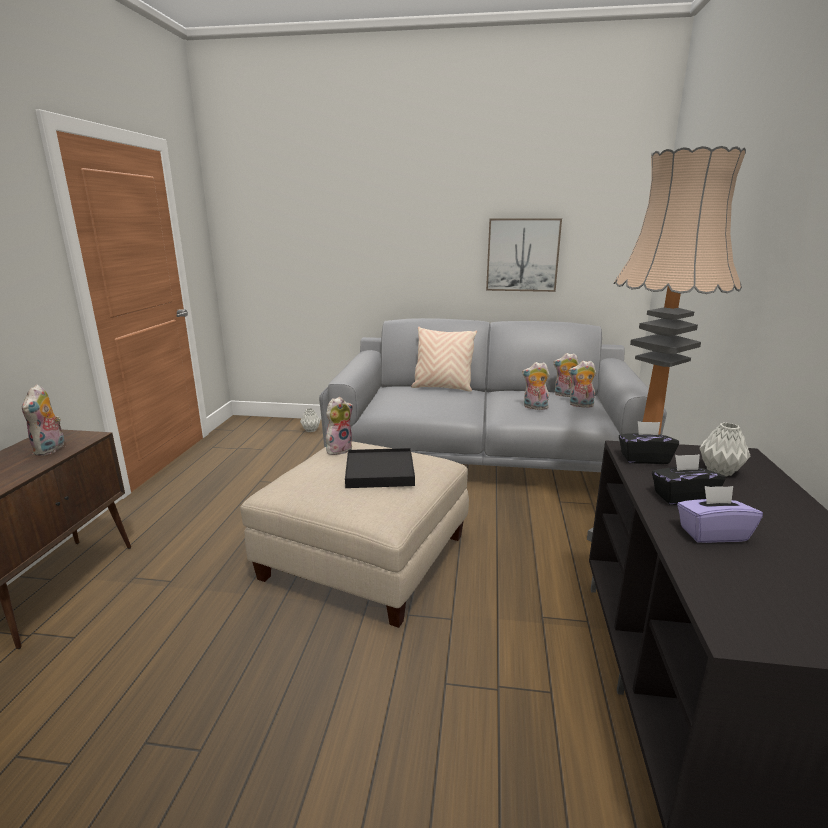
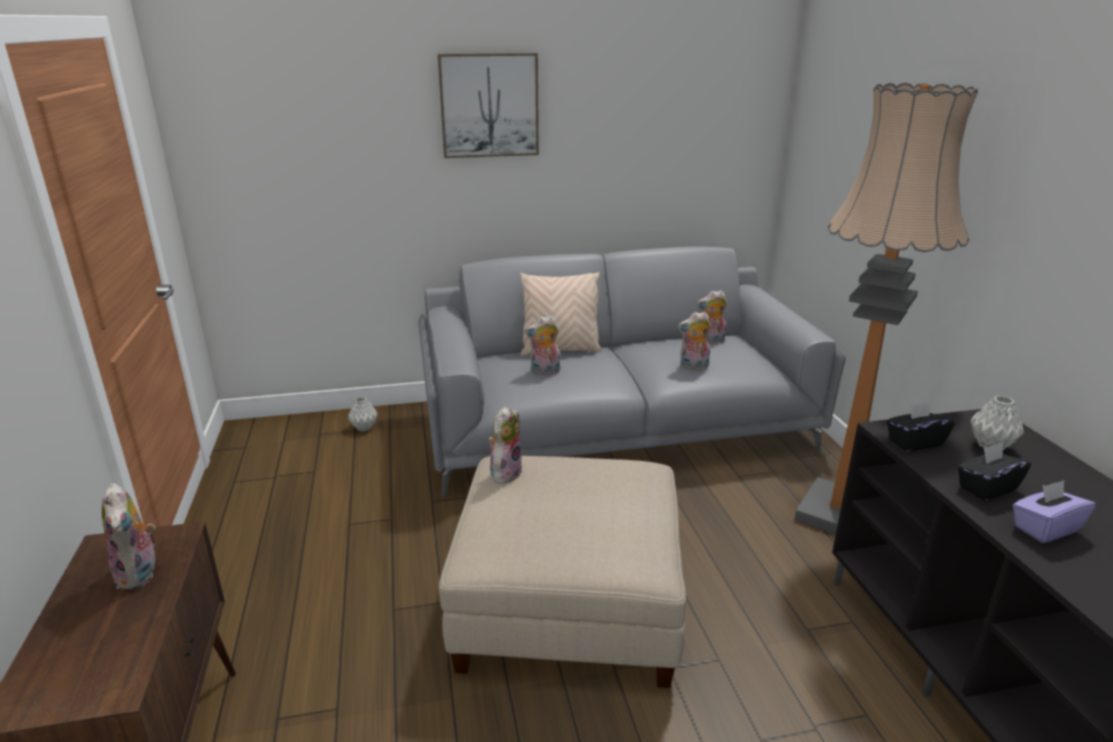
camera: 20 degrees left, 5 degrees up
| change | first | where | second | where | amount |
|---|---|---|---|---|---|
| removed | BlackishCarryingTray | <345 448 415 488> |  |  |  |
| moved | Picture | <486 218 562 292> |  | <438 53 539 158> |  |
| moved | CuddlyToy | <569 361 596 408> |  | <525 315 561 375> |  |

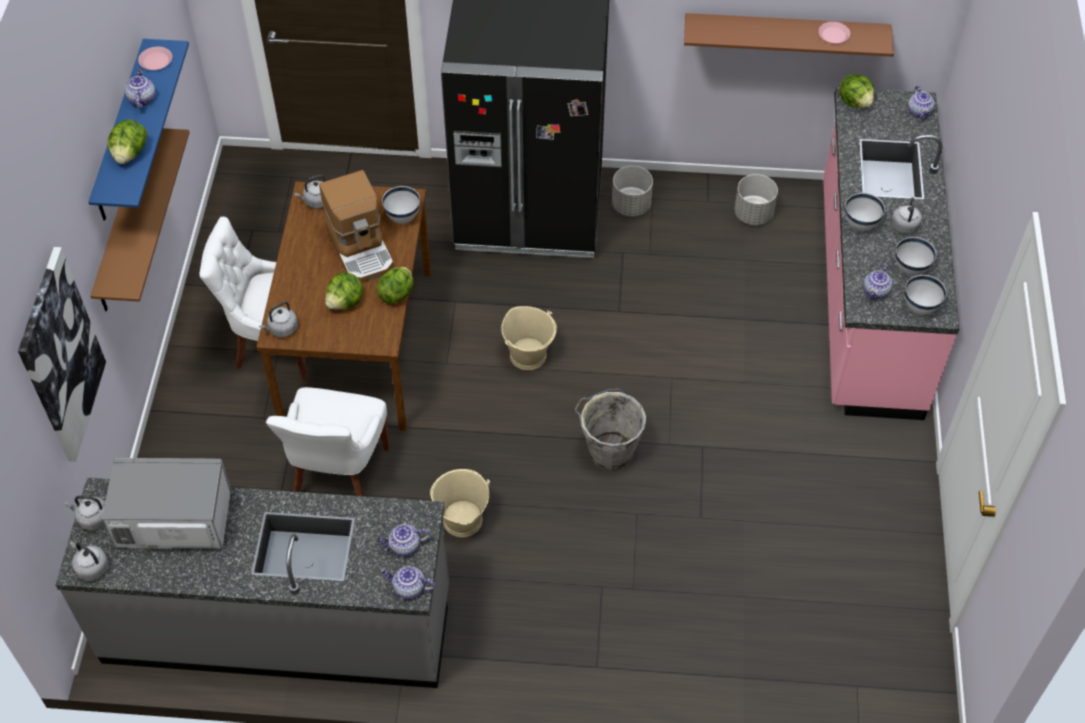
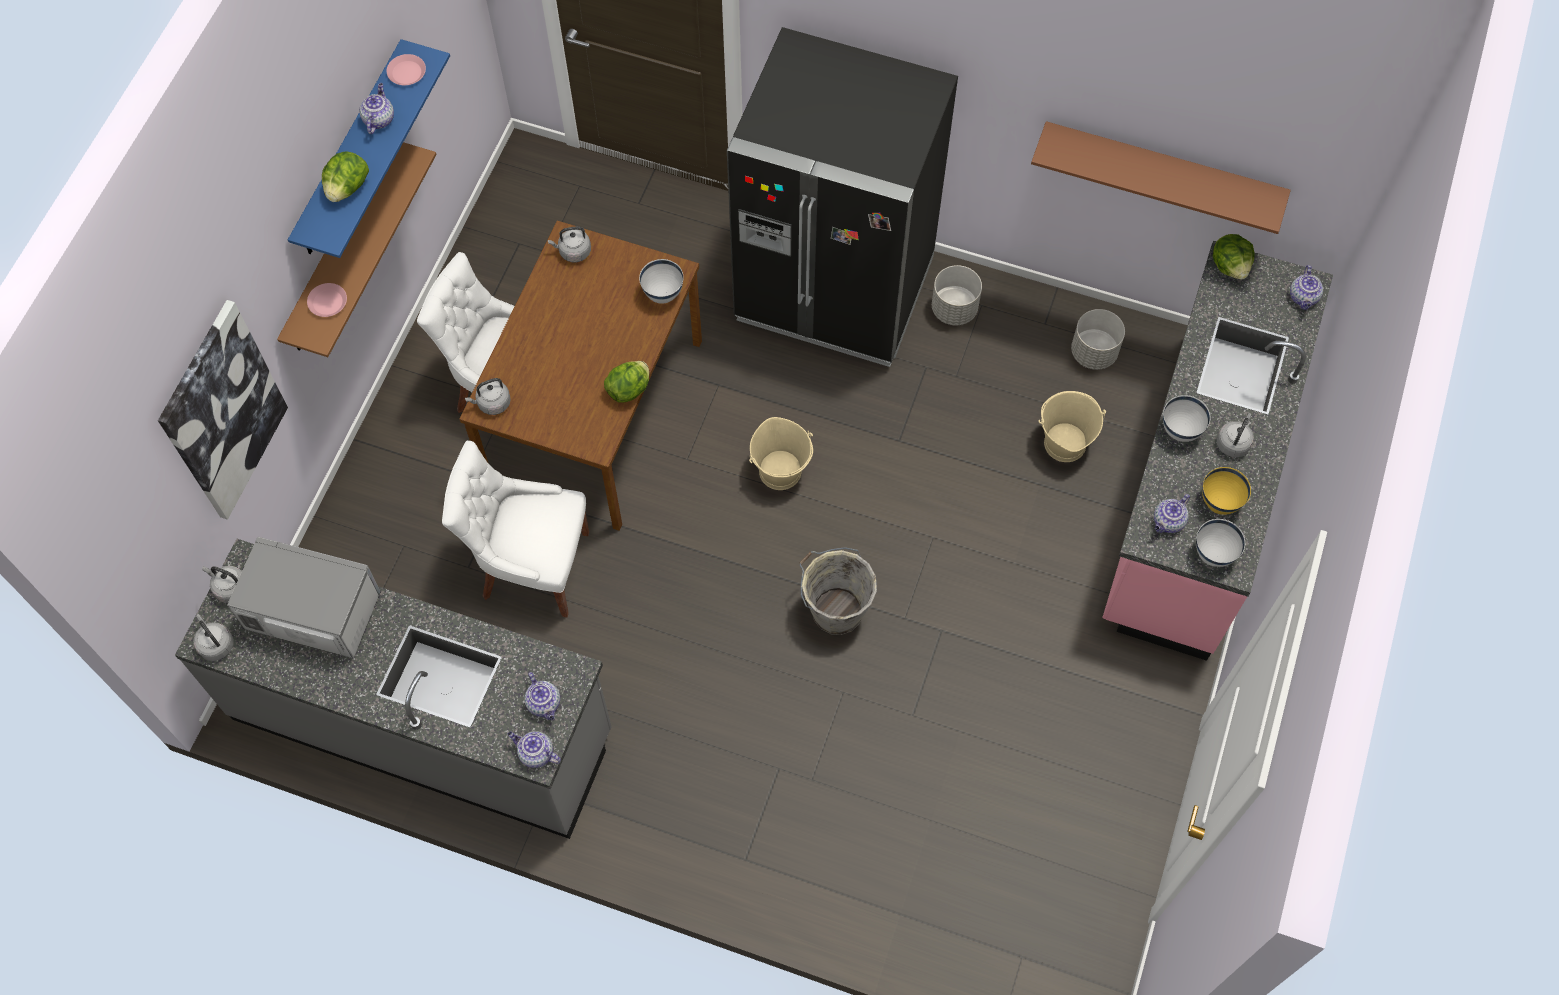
camera: 15 degrees right, 10 degrees up
| change | first | where | second | where | amount |
|---|---|---|---|---|---|
| turned | WhiteColouredUprightChair | <266 387 390 496> |  | <442 440 589 617> | 75 degrees clockwise |
| removed | CoffeeBrewer | <319 170 394 283> |  |  |  |
| removed | Lettuce | <325 273 363 309> |  |  |  |
| turned | PotForTea | <377 524 430 557> |  | <524 672 560 720> | 120 degrees counterclockwise |
| moved | SandColouredBucket | <430 469 490 537> |  | <1038 391 1106 462> |  |
| moved | PinkDinnerPlate | <819 22 850 44> |  | <307 283 347 317> |  |
| recoloured | WhiteColouredServingBowl | <896 237 936 276> | YellowColouredServingBowl | <1202 467 1251 515> |  |

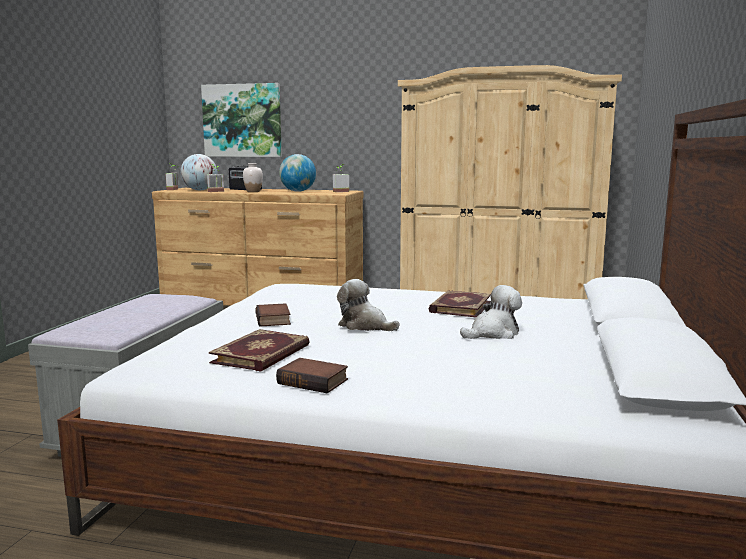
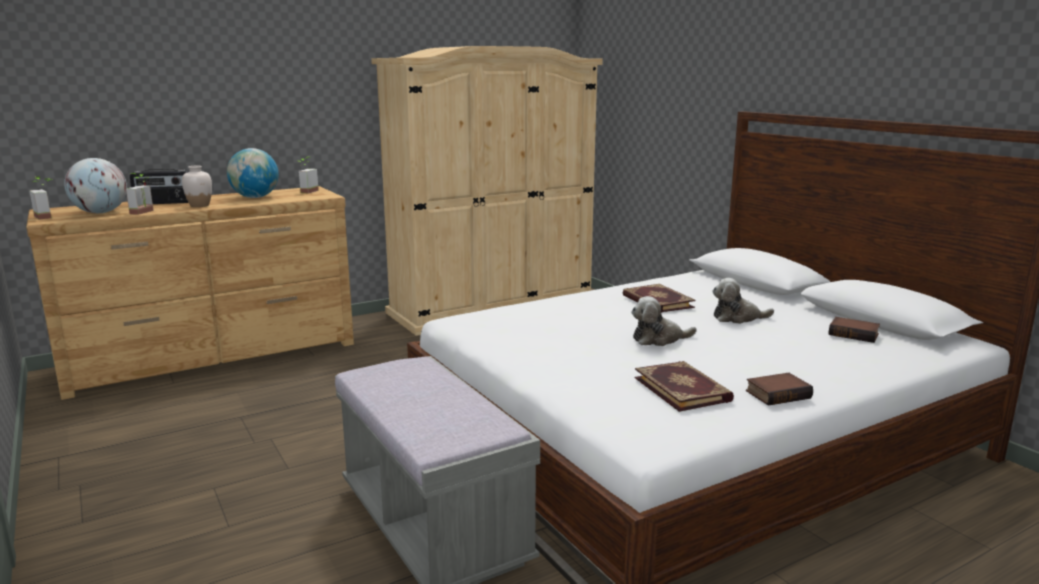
camera: 45 degrees left, 5 degrees up
| change | first | where | second | where | amount |
|---|---|---|---|---|---|
| removed | Picture | <201 83 282 157> |  |  |  |
| moved | BoundBook | <255 303 291 327> |  | <829 317 880 343> |  |
| turned | CuddlyToy | <460 285 522 339> |  | <712 278 774 324> | 105 degrees counterclockwise |

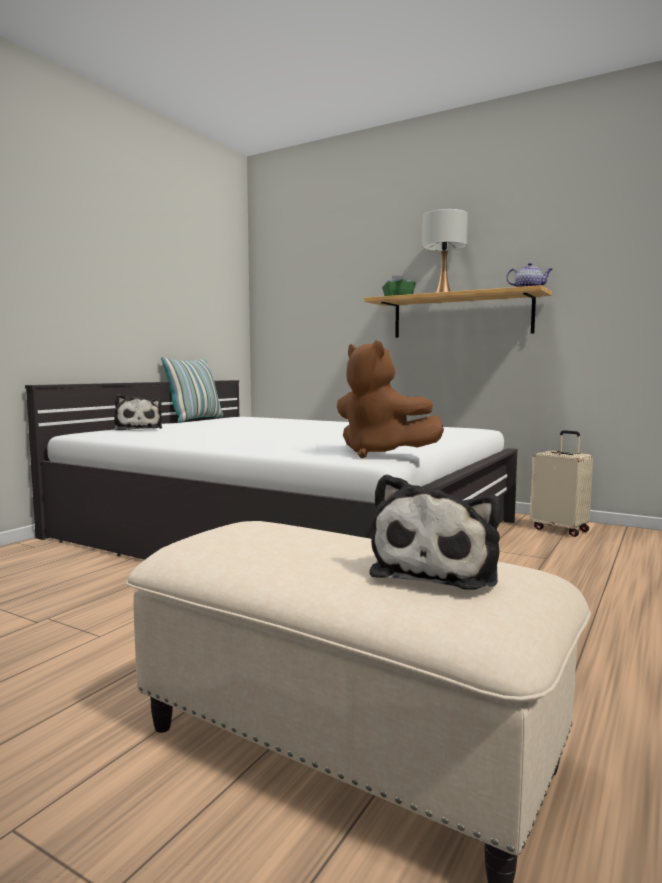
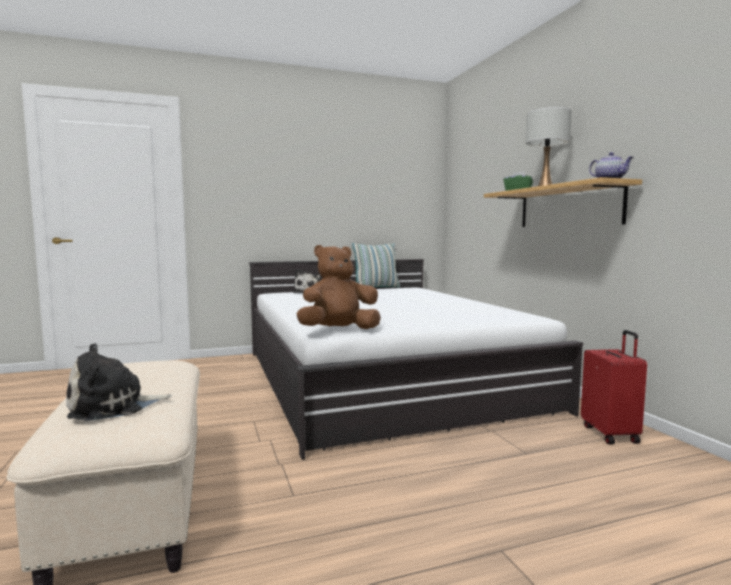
camera: 40 degrees right, 0 degrees up
| change | first | where | second | where | amount |
|---|---|---|---|---|---|
| turned | BrownColouredCuddlyToy | <337 340 444 458> |  | <296 245 381 329> | 75 degrees clockwise |
| recoloured | SandColouredPieceOfLuggage | <530 430 593 537> | RedColouredPieceOfLuggage | <581 330 647 444> |  |

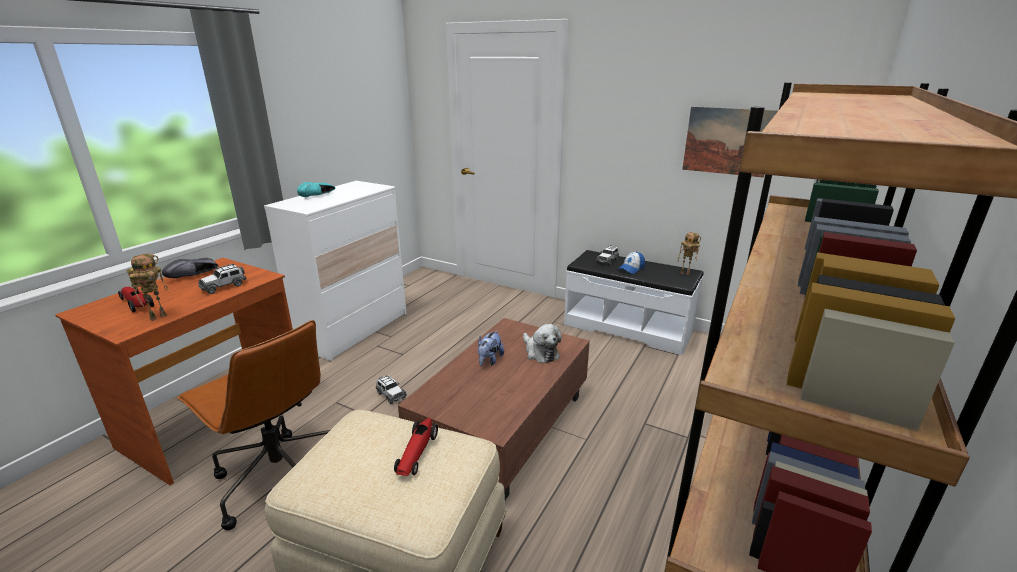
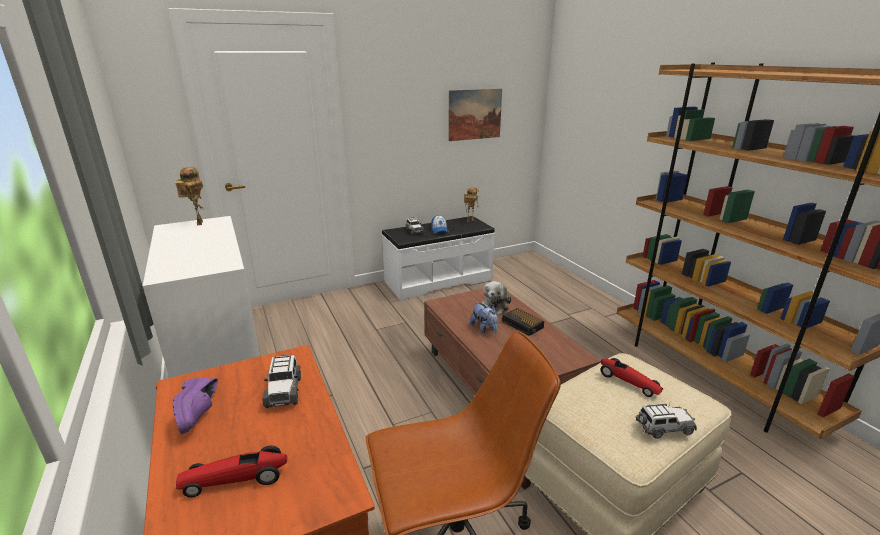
camera: 55 degrees left, 0 degrees up
| change | first | where | second | where | amount |
|---|---|---|---|---|---|
| moved | ModelRobot | <127 254 169 321> |  | <175 167 204 225> |  |
| recoloured | BlackishLowShoe | <162 258 218 278> | PurplishLowShoe | <172 378 218 434> |  |
| removed | TurquoiseColouredLowShoe | <297 182 335 197> |  |  |  |
| moved | MiniatureCar | <376 375 407 404> |  | <636 403 697 439> |  |
| turned | CuddlyToy | <523 324 562 363> |  | <481 281 512 315> | 105 degrees clockwise |
| added |  |  | TableClock | <502 308 544 336> |  |

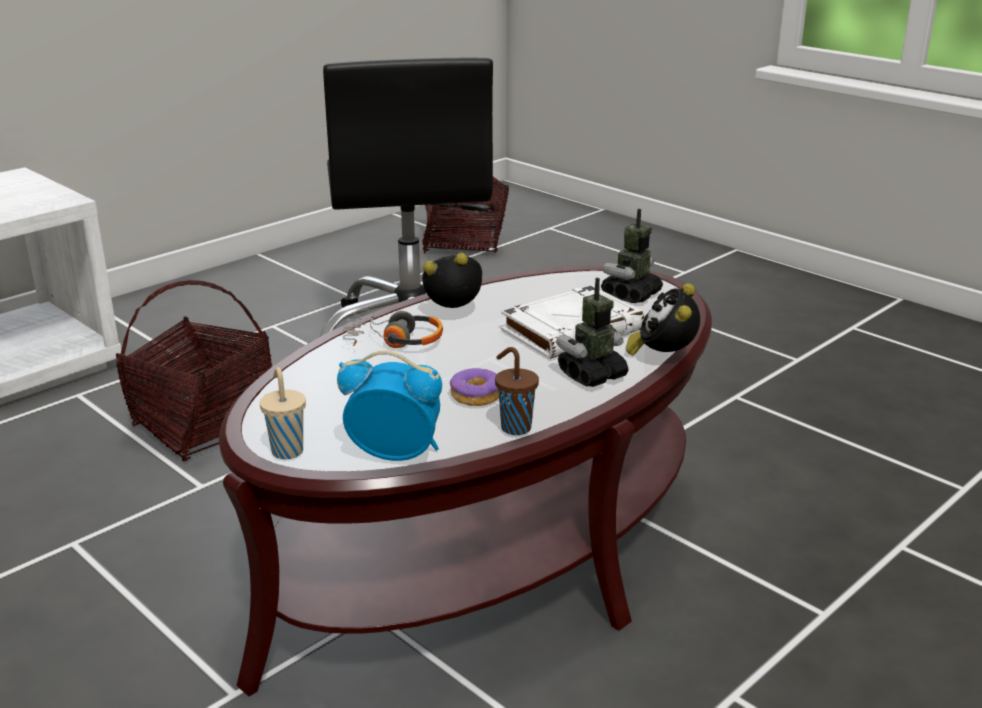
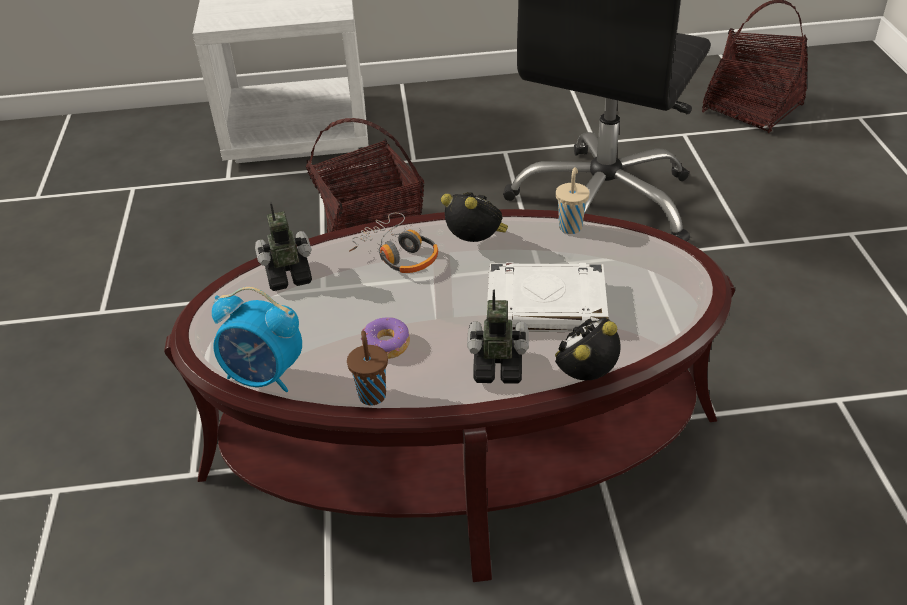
camera: 40 degrees right, 15 degrees up
| change | first | where | second | where | amount |
|---|---|---|---|---|---|
| moved | SandColouredSmallCup | <260 367 306 459> |  | <556 167 590 234> |  |
| turned | TableClock | <337 351 442 461> |  | <212 287 302 392> | 150 degrees clockwise |
| moved | ModelRobot | <601 209 663 303> |  | <255 201 312 291> |  |

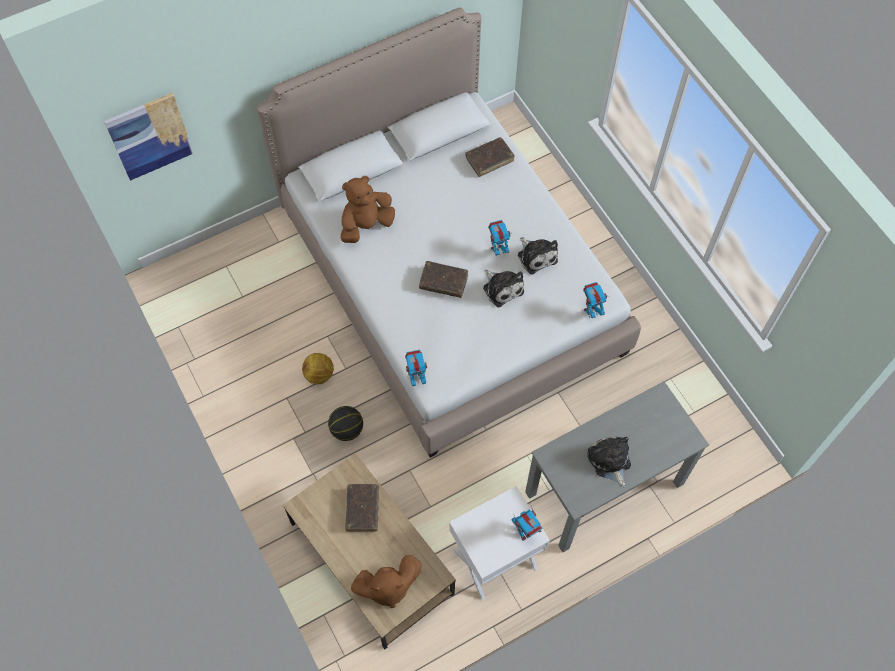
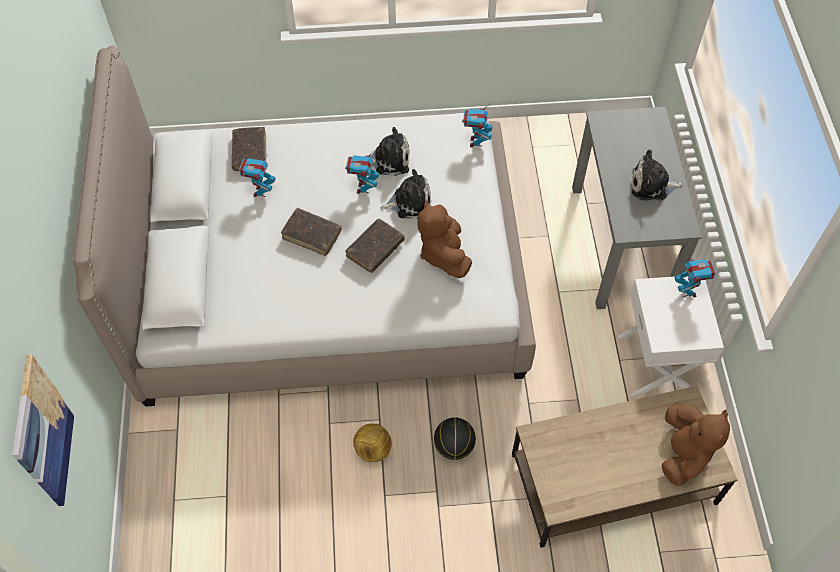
camera: 65 degrees left, 5 degrees down
| change | first | where | second | where | amount |
|---|---|---|---|---|---|
| moved | BrownColouredCuddlyToy | <341 176 395 243> |  | <417 200 472 278> |  |
| moved | BrownColouredBoundBook | <345 484 379 532> |  | <281 208 342 256> |  |
| moved | ModelRobot | <405 350 427 386> |  | <239 157 275 197> |  |

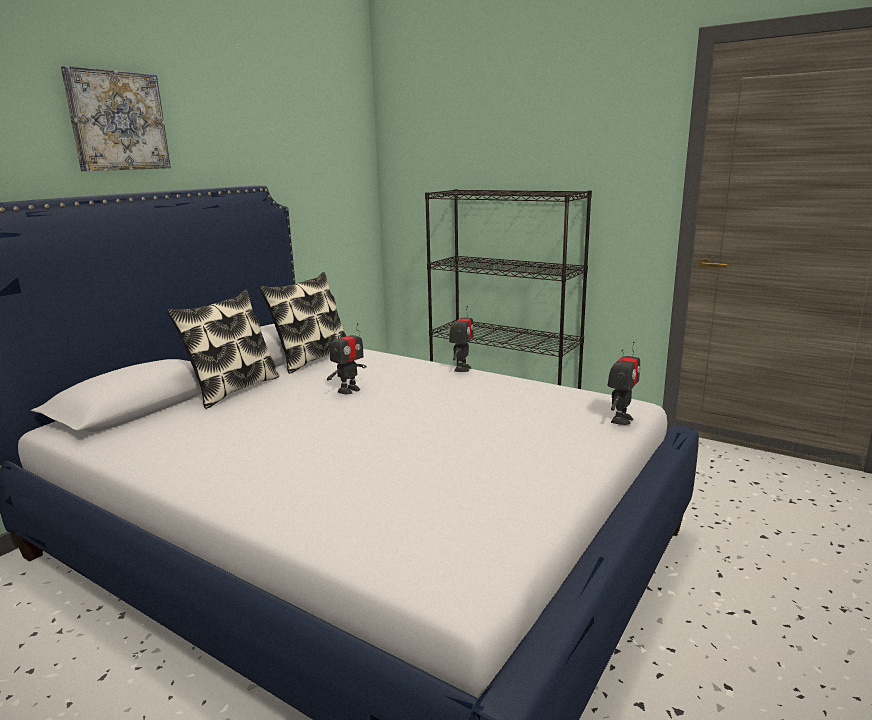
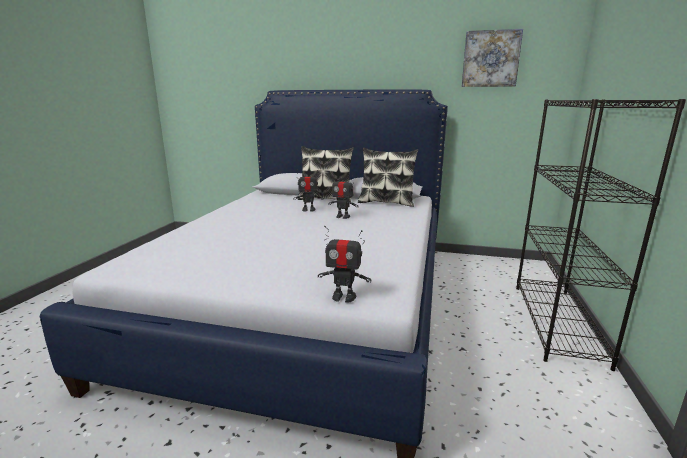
camera: 70 degrees right, 0 degrees up
| change | first | where | second | where | amount |
|---|---|---|---|---|---|
| moved | Picture | <61 66 171 171> |  | <462 29 523 87> |  |
| moved | ModelRobot | <449 306 474 372> |  | <293 170 324 212> |  |

